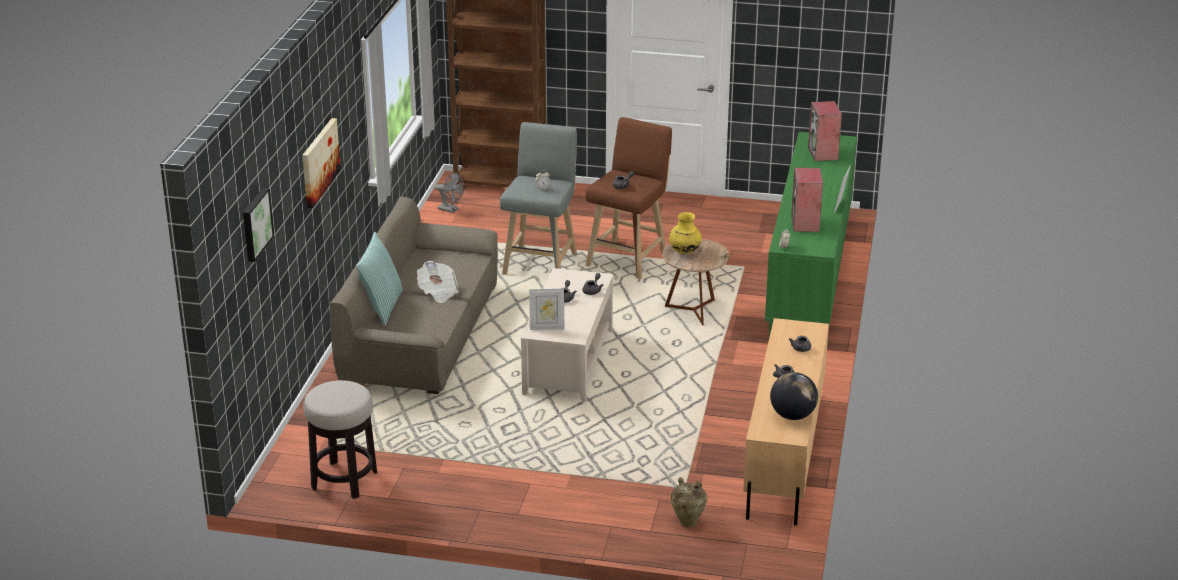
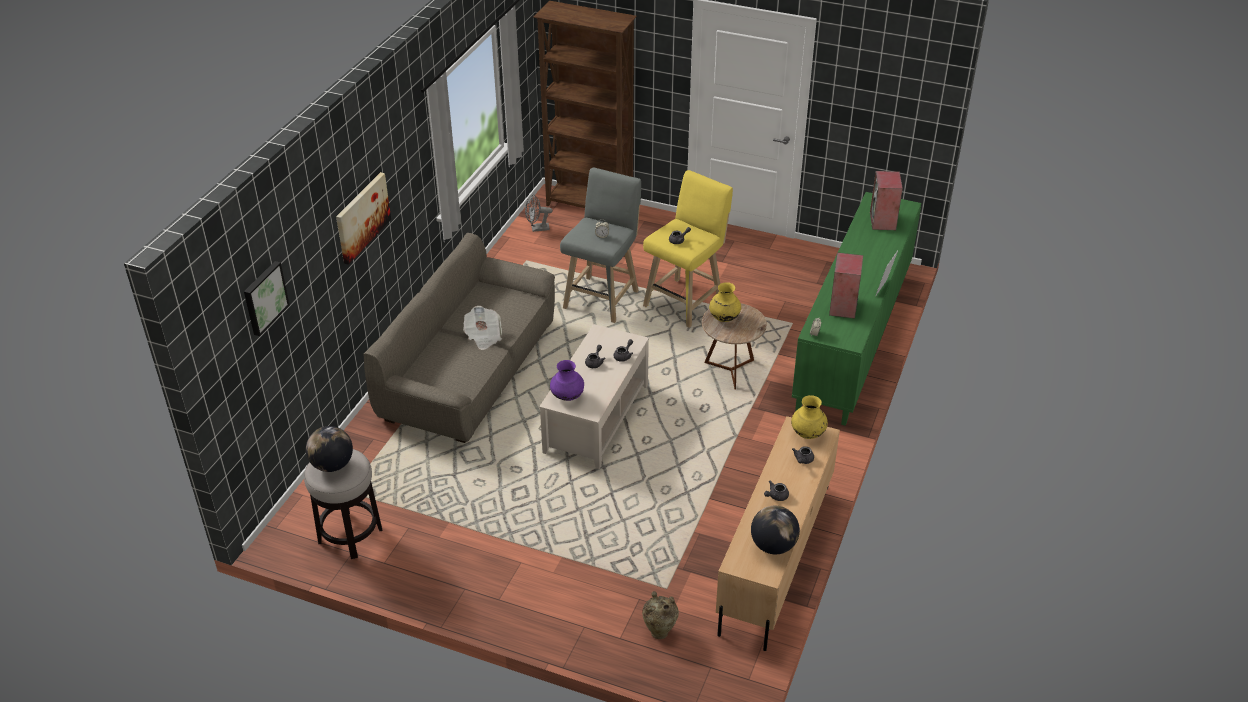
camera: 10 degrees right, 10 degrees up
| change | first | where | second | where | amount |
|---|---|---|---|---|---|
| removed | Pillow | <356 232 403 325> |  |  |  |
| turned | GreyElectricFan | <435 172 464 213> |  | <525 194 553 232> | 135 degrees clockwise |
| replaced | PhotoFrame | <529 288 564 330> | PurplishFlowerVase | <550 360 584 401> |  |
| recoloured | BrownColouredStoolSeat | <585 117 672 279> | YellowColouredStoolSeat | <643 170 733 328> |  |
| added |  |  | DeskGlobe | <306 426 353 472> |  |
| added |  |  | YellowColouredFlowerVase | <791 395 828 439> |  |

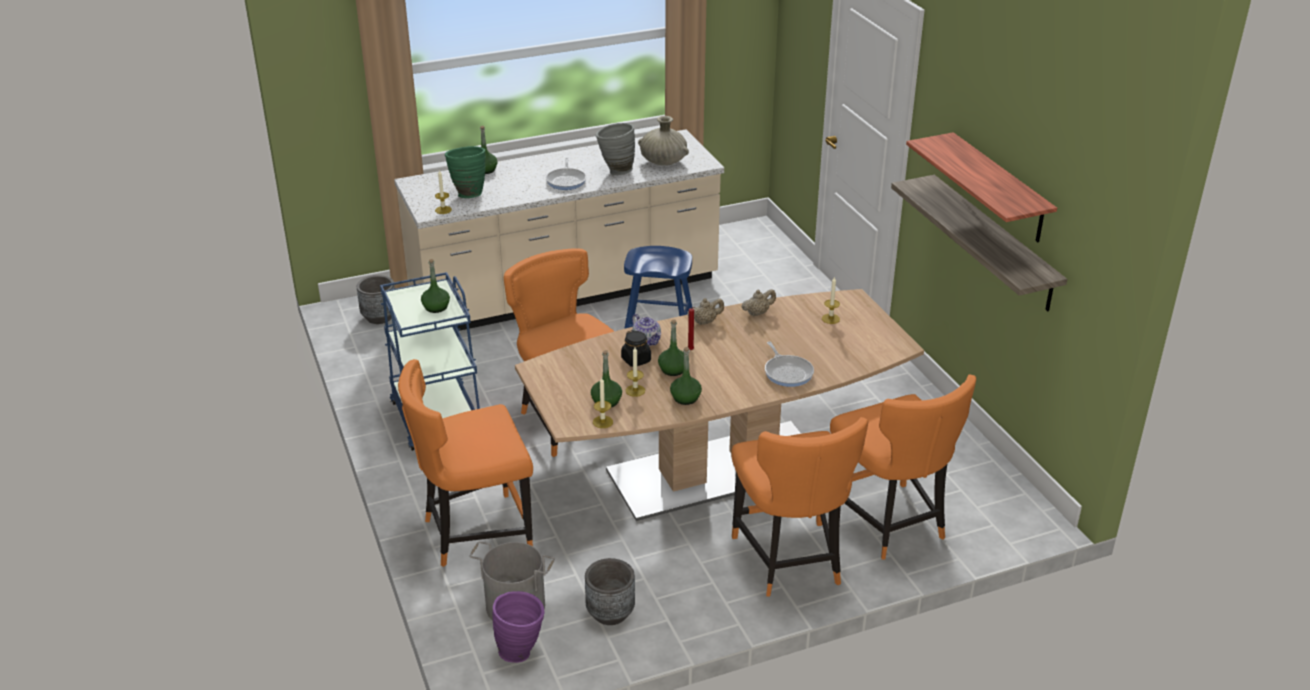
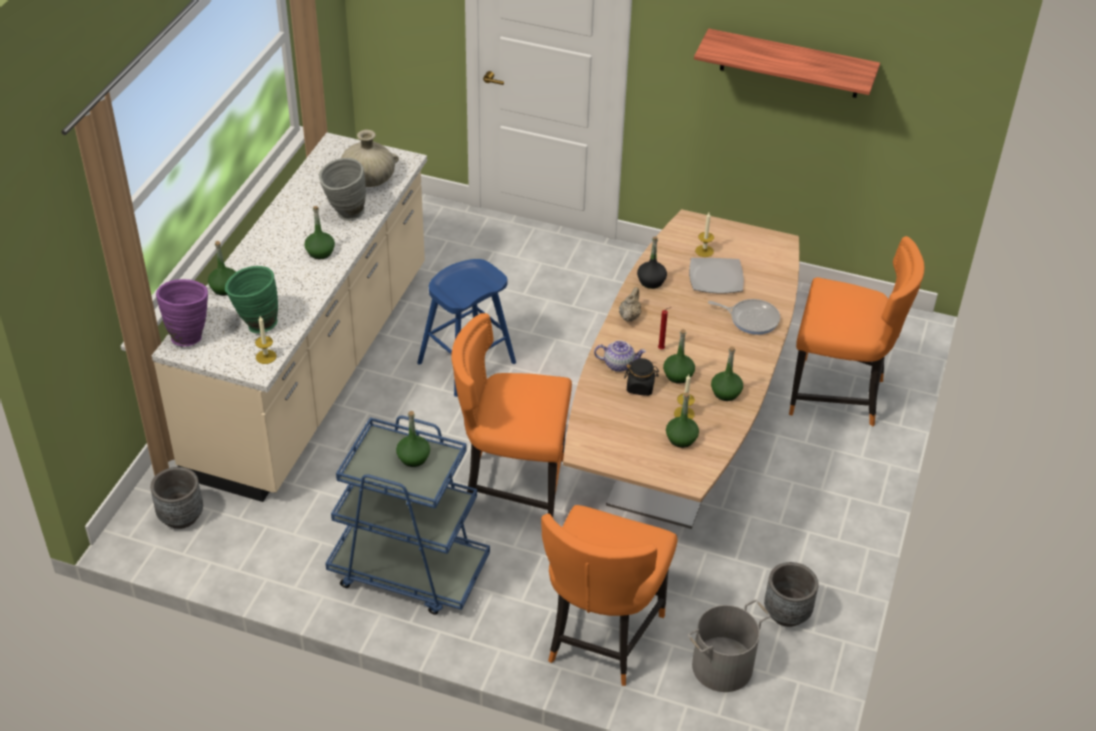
camera: 50 degrees left, 10 degrees up
| change | first | where | second | where | amount |
|---|---|---|---|---|---|
| moved | PurplishFlowerVase | <492 591 545 663> |  | <156 279 208 347> |  |
| replaced | Pan | <546 158 586 190> | GreenBeverageBottle | <304 206 335 259> |  |
| removed | WaxCandle | <593 378 613 428> |  |  |  |
| removed | OrangeyUprightChair | <731 417 868 597> |  |  |  |
| replaced | SandColouredPotForTea | <742 289 776 316> | BlackishBeverageBottle | <637 236 667 289> |  |
| removed | WallShelf | <891 175 1067 311> |  |  |  |
| added |  |  | DinnerPlate | <689 258 744 293> |  |

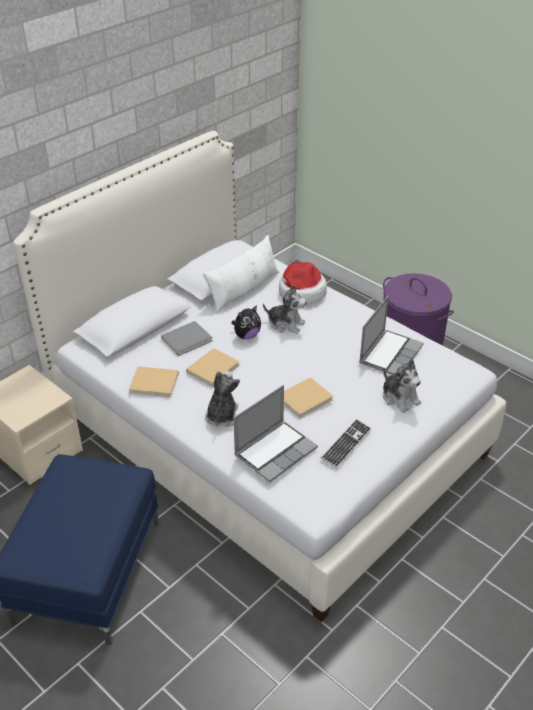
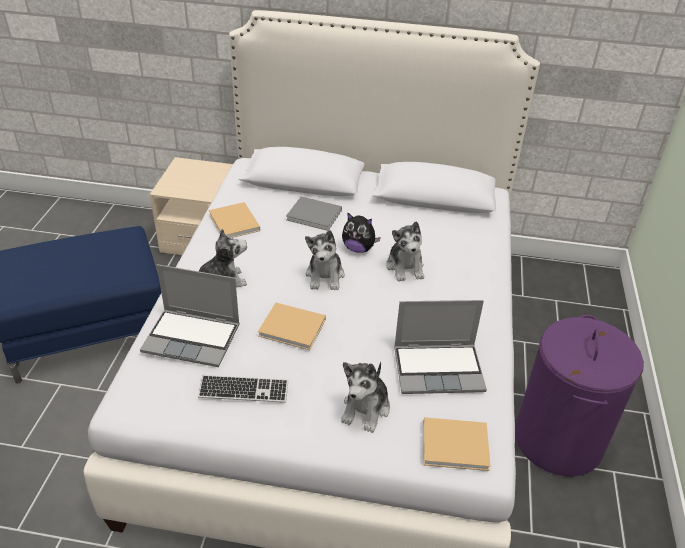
camera: 55 degrees right, 0 degrees up
| change | first | where | second | where | amount |
|---|---|---|---|---|---|
| moved | SandColouredBoundBook | <186 348 240 387> |  | <423 417 491 471> |  |
| removed | WhiteColouredPillow | <203 235 280 314> |  |  |  |
| removed | ClothingHat | <279 262 327 304> |  |  |  |
| added |  |  | CuddlyToy | <305 230 345 290> |  |

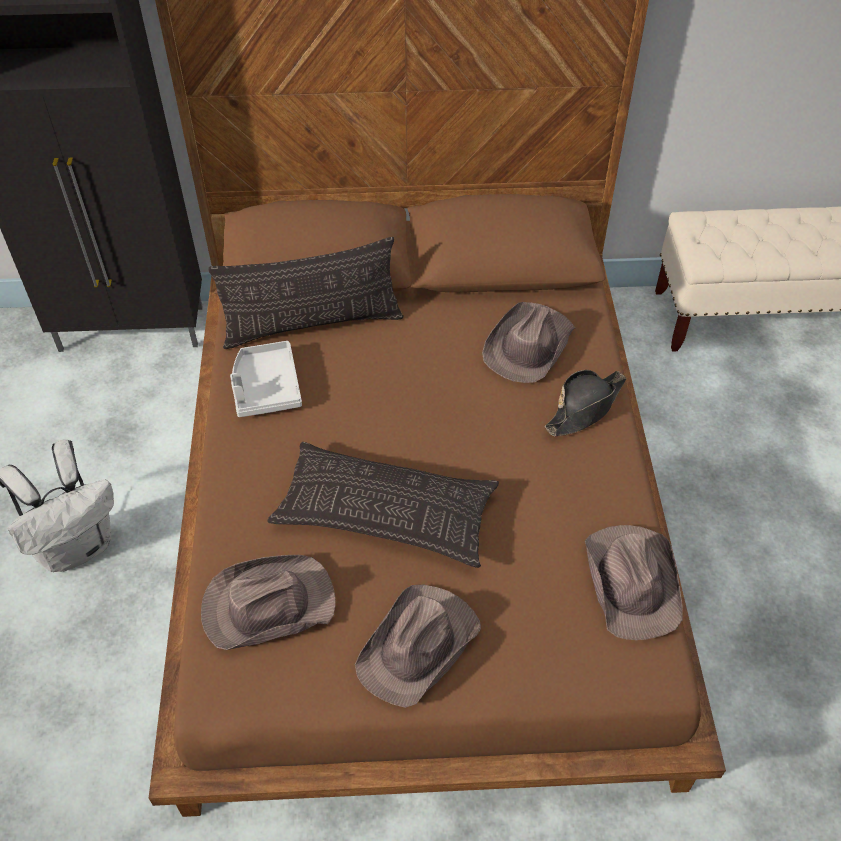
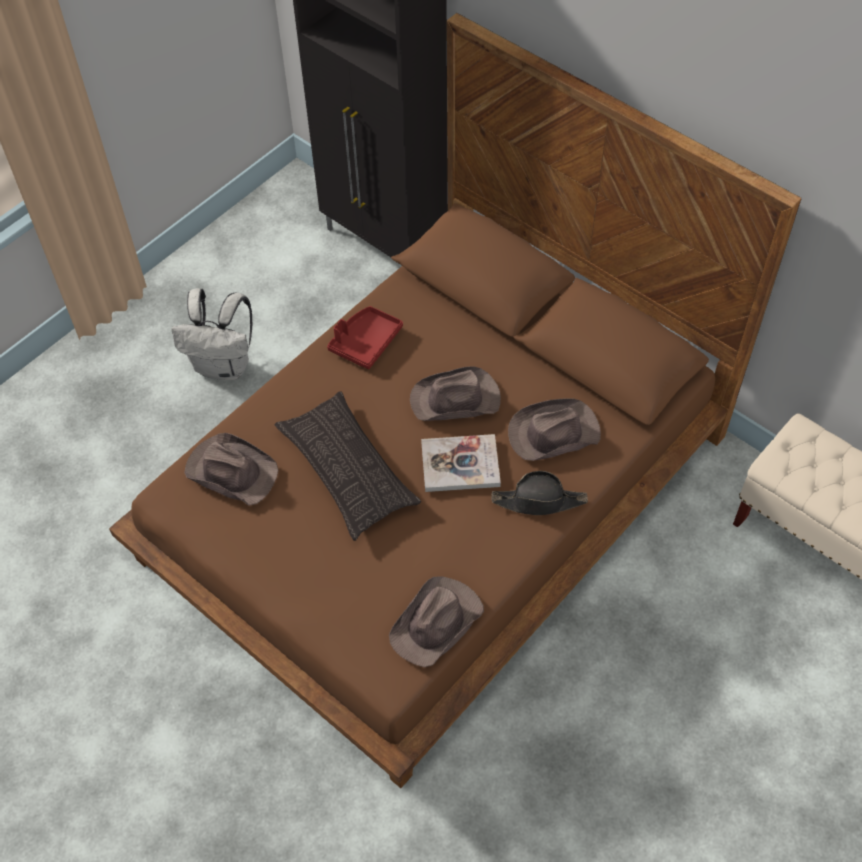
camera: 45 degrees right, 5 degrees up
| change | first | where | second | where | amount |
|---|---|---|---|---|---|
| removed | Pillow | <209 237 404 349> |  |  |  |
| recoloured | GreyCarryingTray | <230 341 302 417> | RedColouredCarryingTray | <327 306 403 369> |  |
| moved | BrownColouredClothingHat | <355 585 481 708> |  | <410 366 501 421> |  |
| added |  |  | BoundBook | <421 434 501 492> |  |

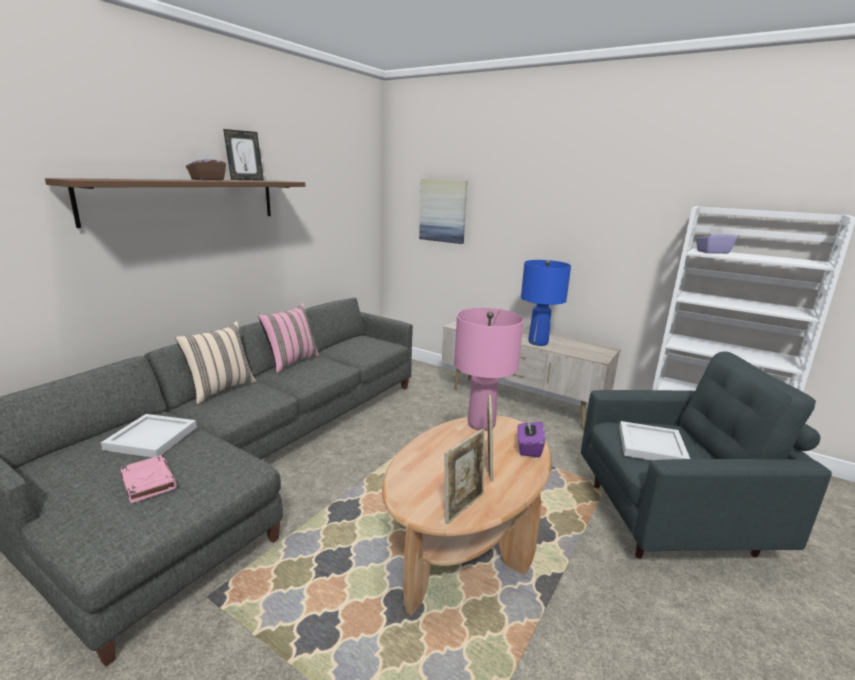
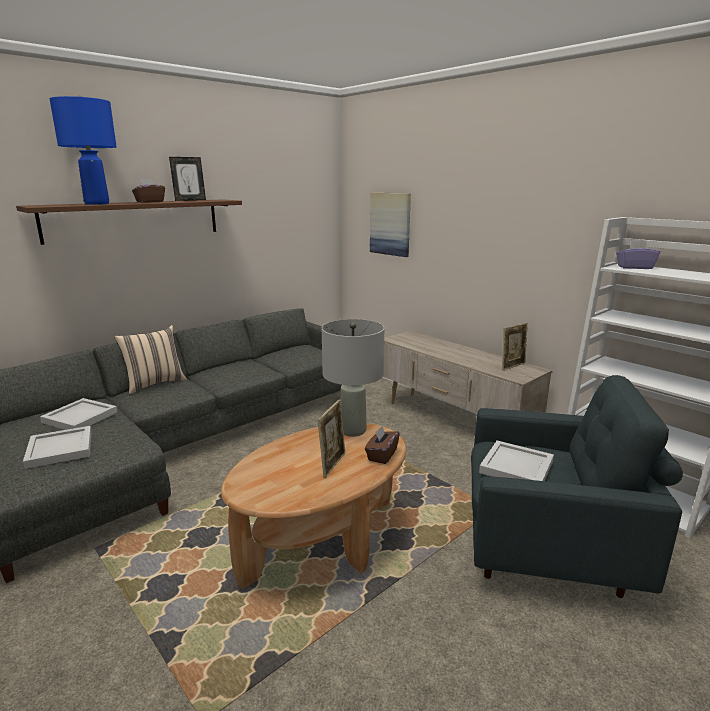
camera: 15 degrees right, 0 degrees up
| change | first | where | second | where | amount |
|---|---|---|---|---|---|
| replaced | PinkBoundBook | <120 455 177 504> | WhiteColouredCarryingTray | <23 426 92 469> |  |
| removed | PinkPillow | <258 303 320 373> |  |  |  |
| moved | PhotoFrame | <444 429 485 525> |  | <502 323 528 370> |  |
| recoloured | PinkTabletopLamp | <454 308 524 431> | GreyTabletopLamp | <322 319 384 437> |  |
| recoloured | PurplishBoxOfTissues | <517 417 545 457> | BrownColouredBoxOfTissues | <365 425 400 464> |  |
| moved | BlueColouredTabletopLamp | <521 260 571 346> |  | <50 96 117 205> |  |

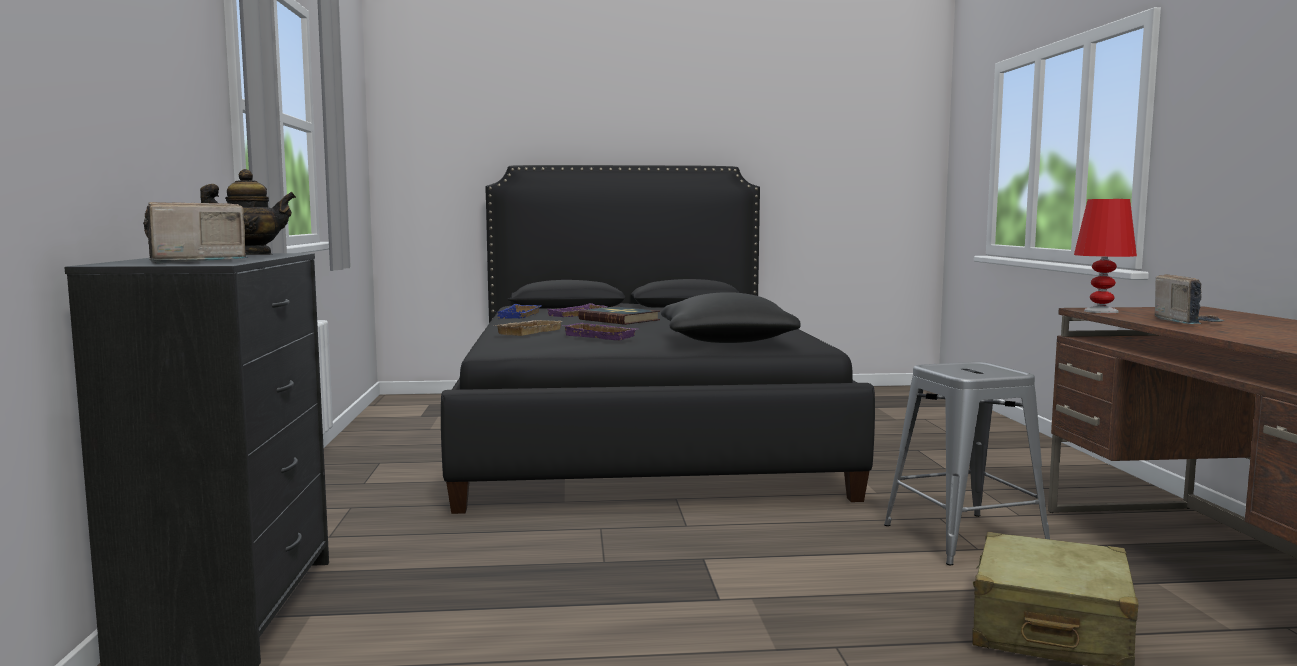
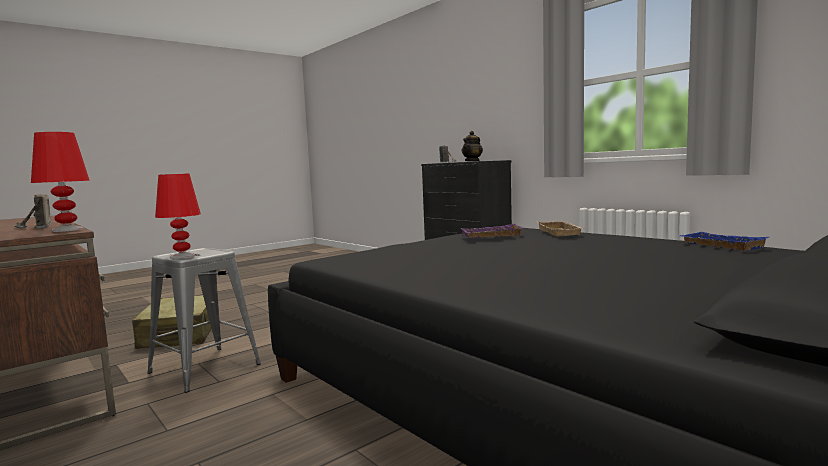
camera: 145 degrees right, 0 degrees up
| change | first | where | second | where | amount |
|---|---|---|---|---|---|
| removed | PurplishCarryingTray | <548 303 608 317> |  |  |  |
| removed | BoundBook | <578 306 660 325> |  |  |  |
| removed | BlackishPillow | <661 292 801 343> |  |  |  |
| added |  |  | RedColouredTabletopLamp | <155 174 201 259> |  |

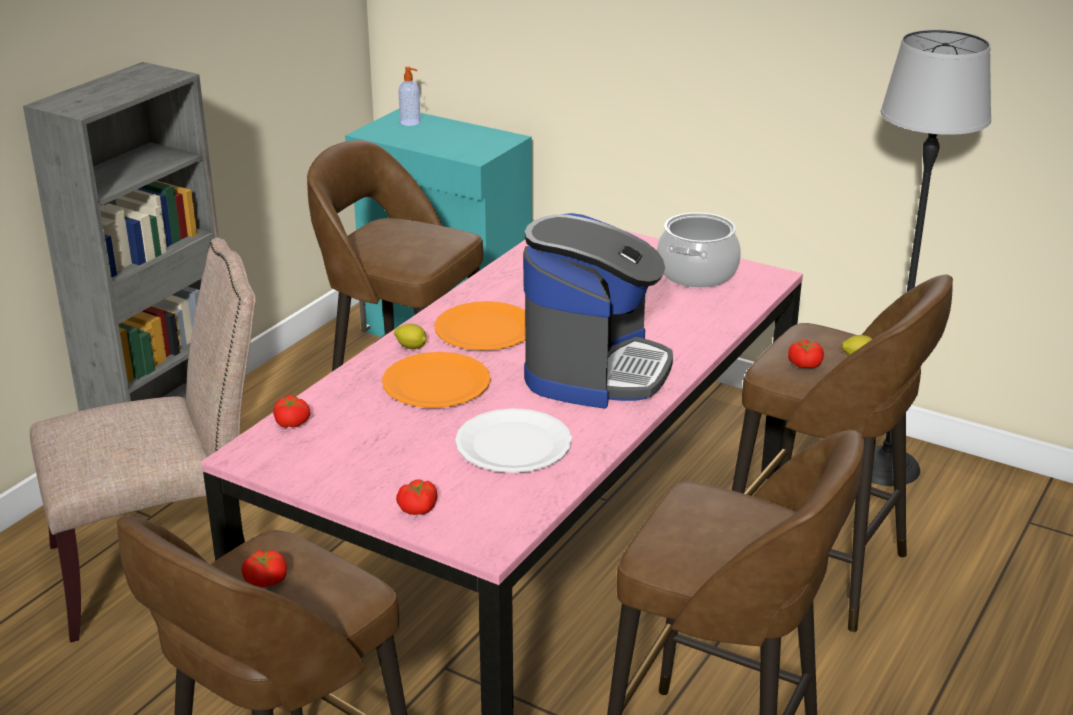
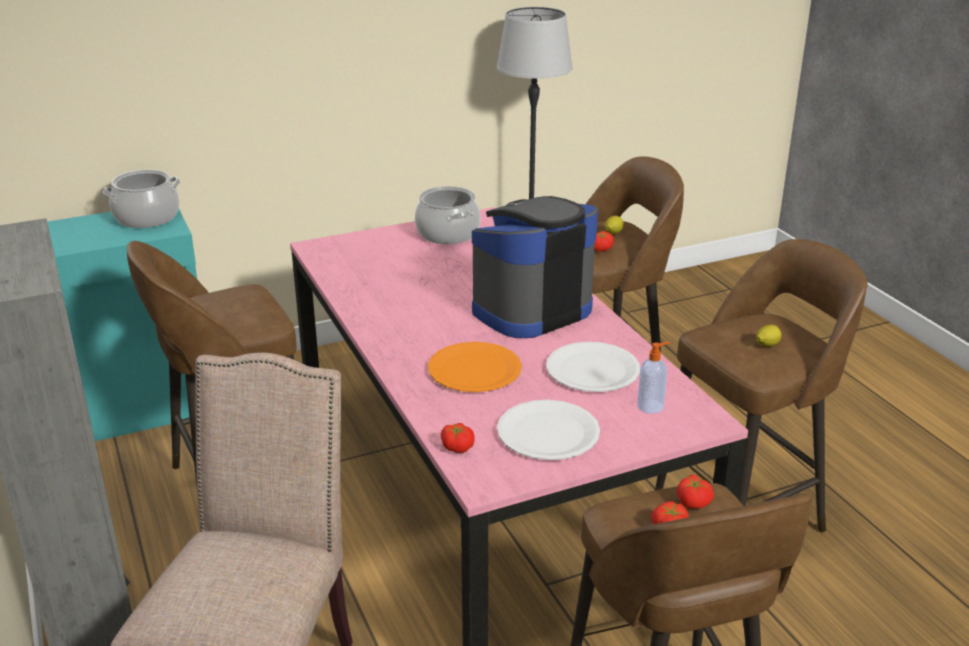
camera: 55 degrees left, 0 degrees up
| change | first | where | second | where | amount |
|---|---|---|---|---|---|
| moved | Lemon | <394 324 426 349> |  | <756 325 782 347> |  |
| moved | Tomato | <396 479 437 515> |  | <677 475 714 509> |  |
| moved | LiquidSoapBottle | <398 67 421 126> |  | <637 342 671 414> |  |
| removed | OrangeyDinnerPlate | <434 301 525 350> |  |  |  |
| turned | CoffeeBrewer | <523 213 673 409> |  | <472 196 598 338> | 90 degrees counterclockwise |
| added |  |  | Saucepot | <103 169 180 228> |  |
| added |  |  | WhiteColouredDinnerPlate | <497 400 600 460> |  |

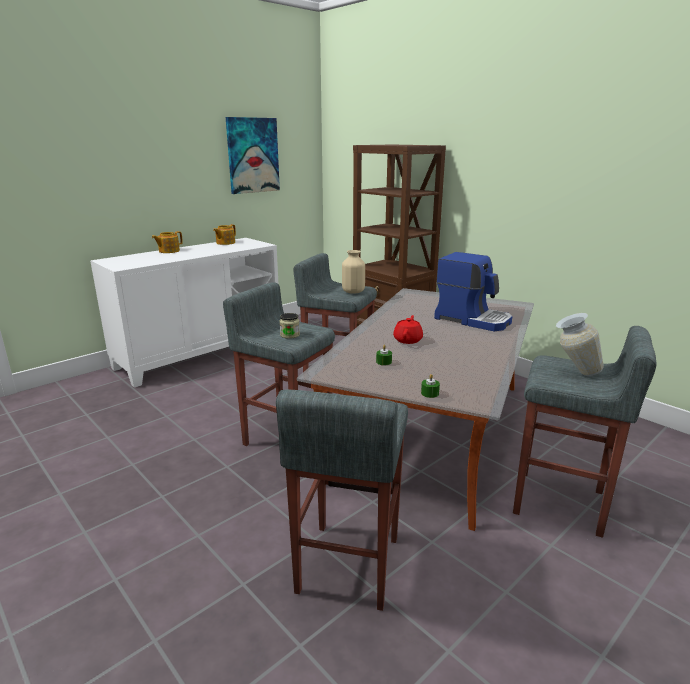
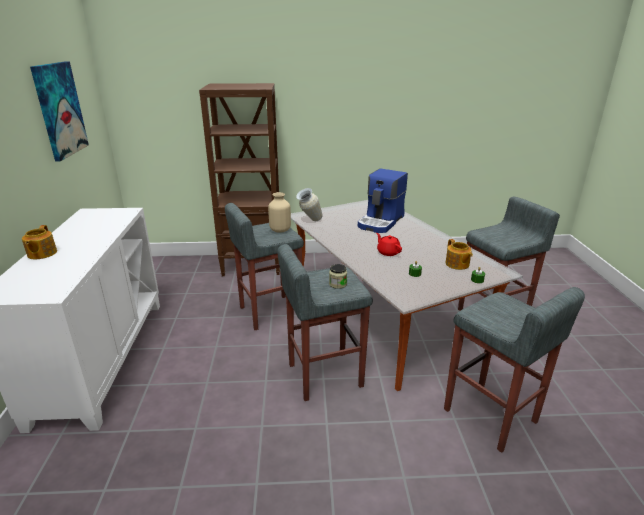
camera: 50 degrees left, 5 degrees up
| change | first | where | second | where | amount |
|---|---|---|---|---|---|
| moved | PotForTea | <213 224 236 245> |  | <445 239 473 270> |  |
| turned | CoffeeBrewer | <434 252 512 331> |  | <358 169 408 233> | 135 degrees clockwise |
| moved | FlowerVase | <556 313 604 376> |  | <296 188 323 221> |  |

